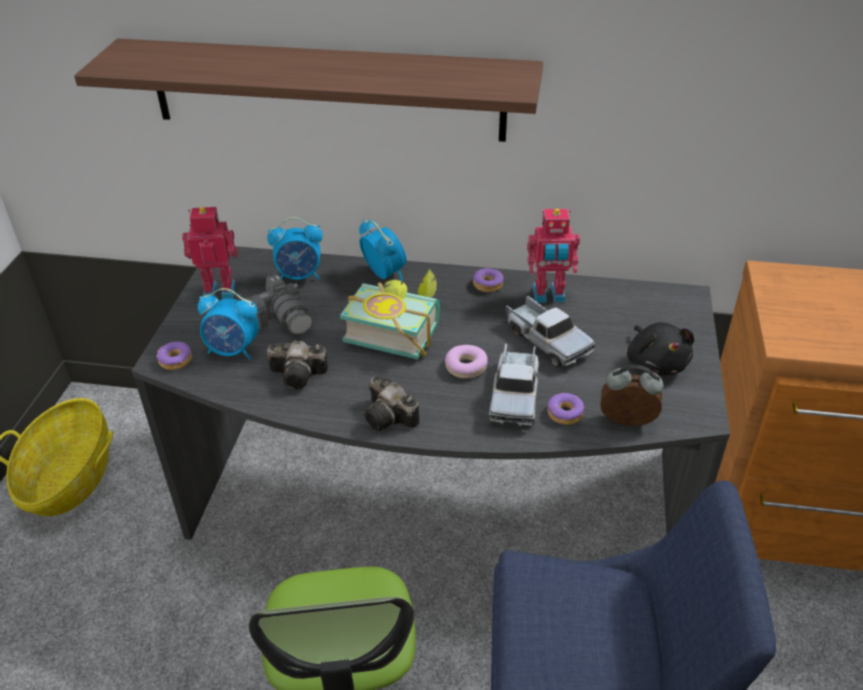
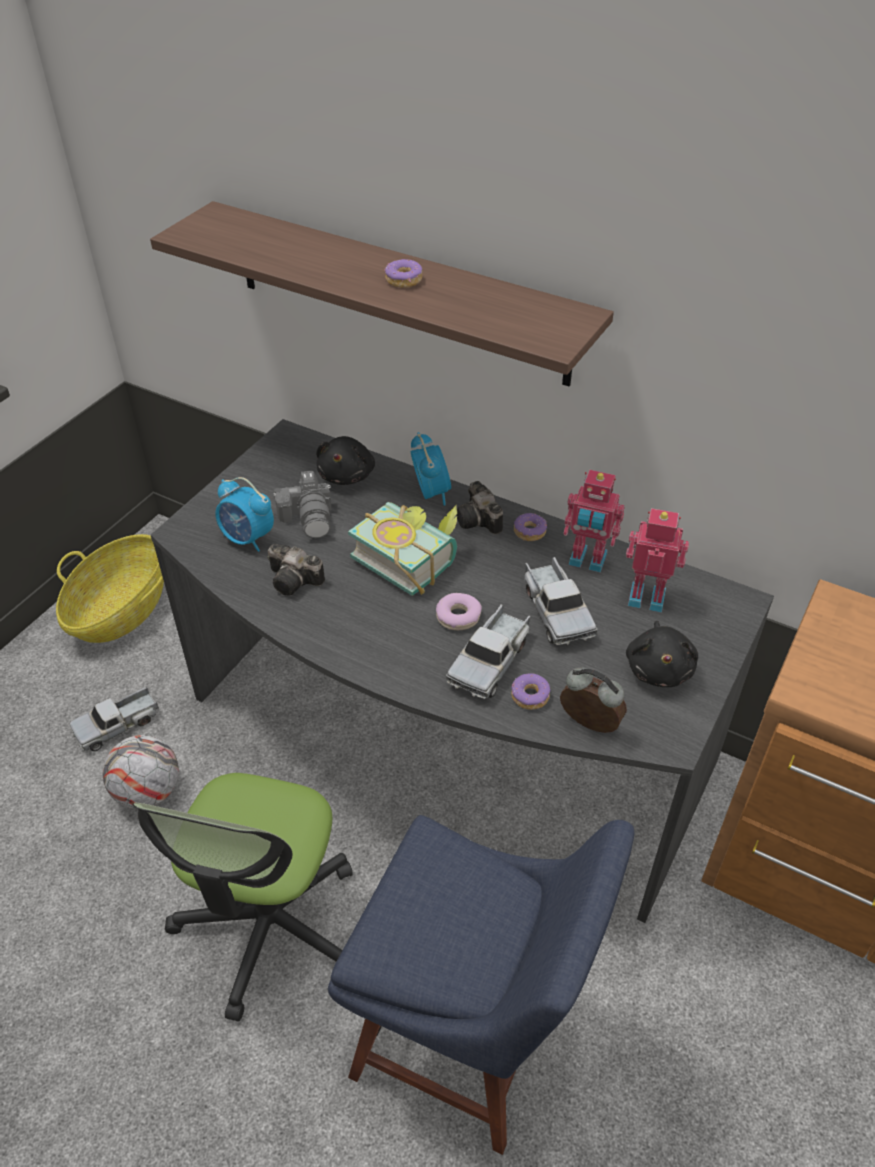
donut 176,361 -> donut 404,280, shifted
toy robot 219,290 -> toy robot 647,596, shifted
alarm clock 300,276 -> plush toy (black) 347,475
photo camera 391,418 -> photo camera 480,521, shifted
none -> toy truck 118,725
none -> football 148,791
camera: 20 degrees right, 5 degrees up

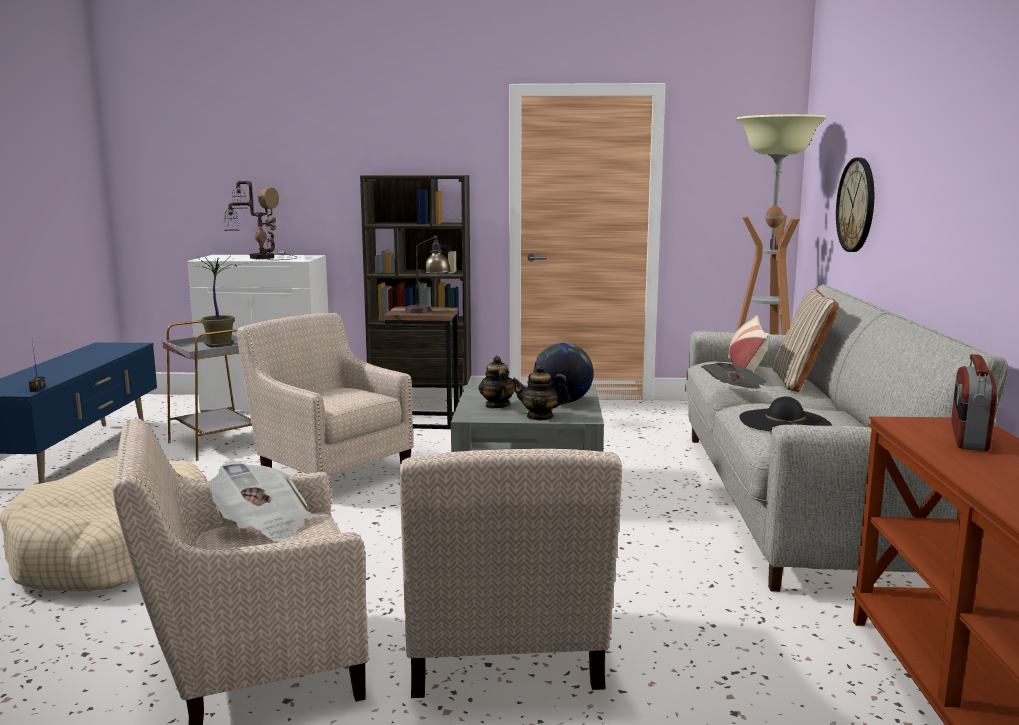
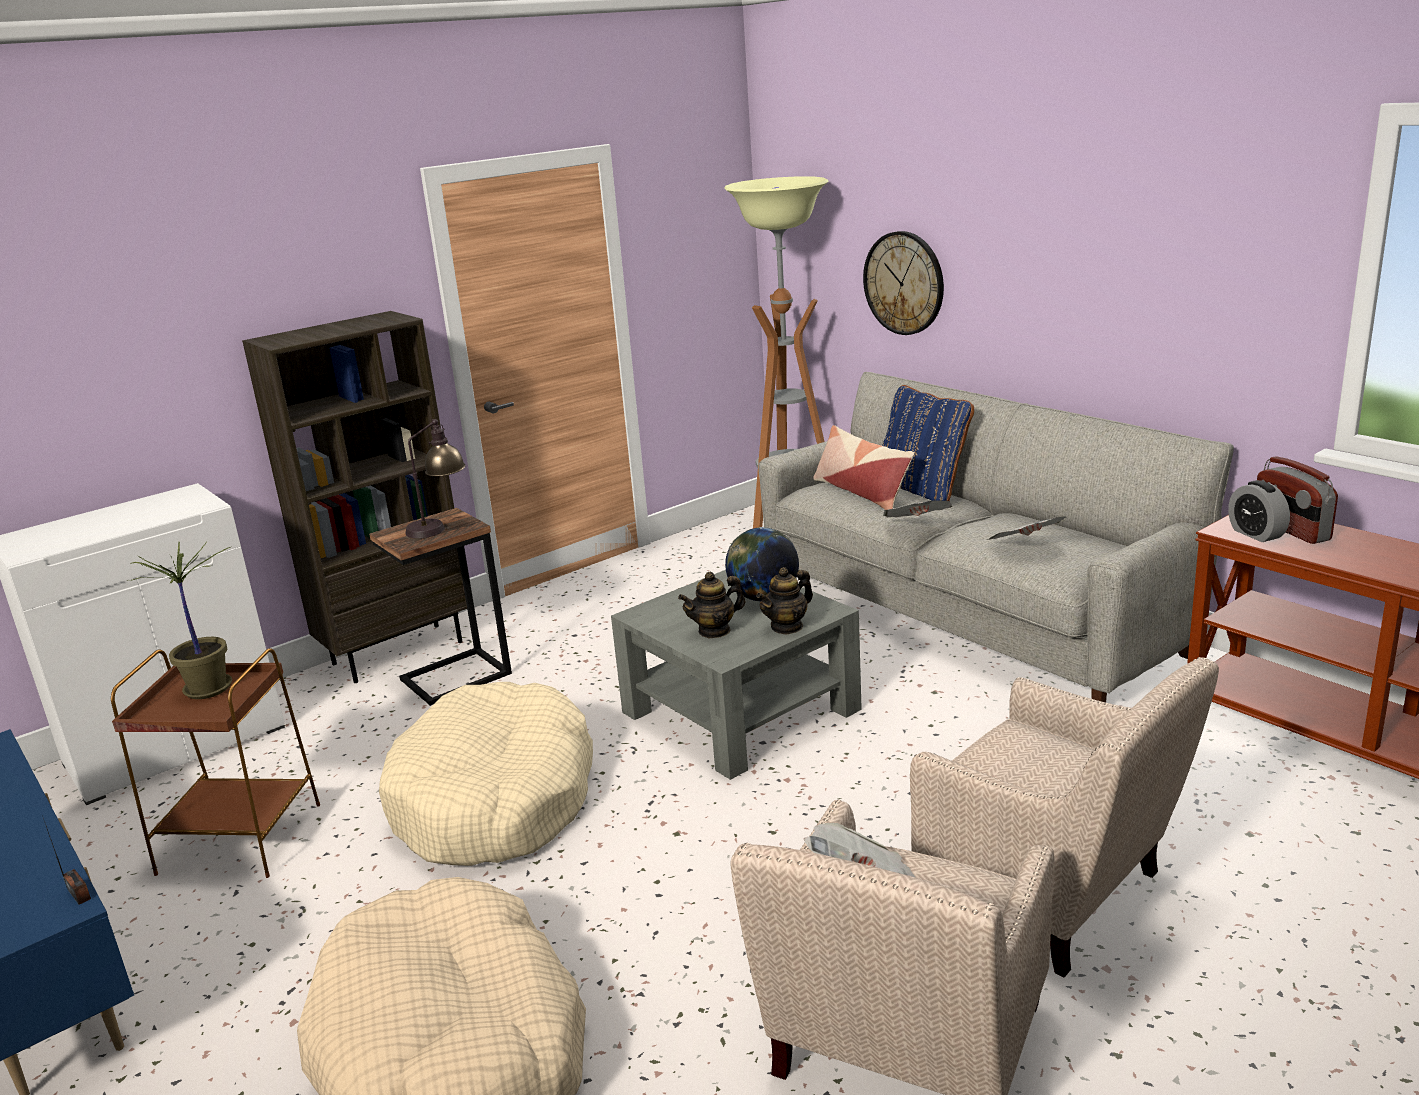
side table (grey) 218,443 -> side table (brown) 239,838
table lamp 260,258 -> none
armchair (beige) 331,473 -> dog bed (beige) 495,800
teapot 497,405 -> teapot 714,630, 60 degrees counterclockwise
hat (black) 784,422 -> newspaper 1025,547
pillow (beige) 800,382 -> pillow (blue) 922,490
none -> alarm clock 1256,534
camera: 40 degrees left, 10 degrees up

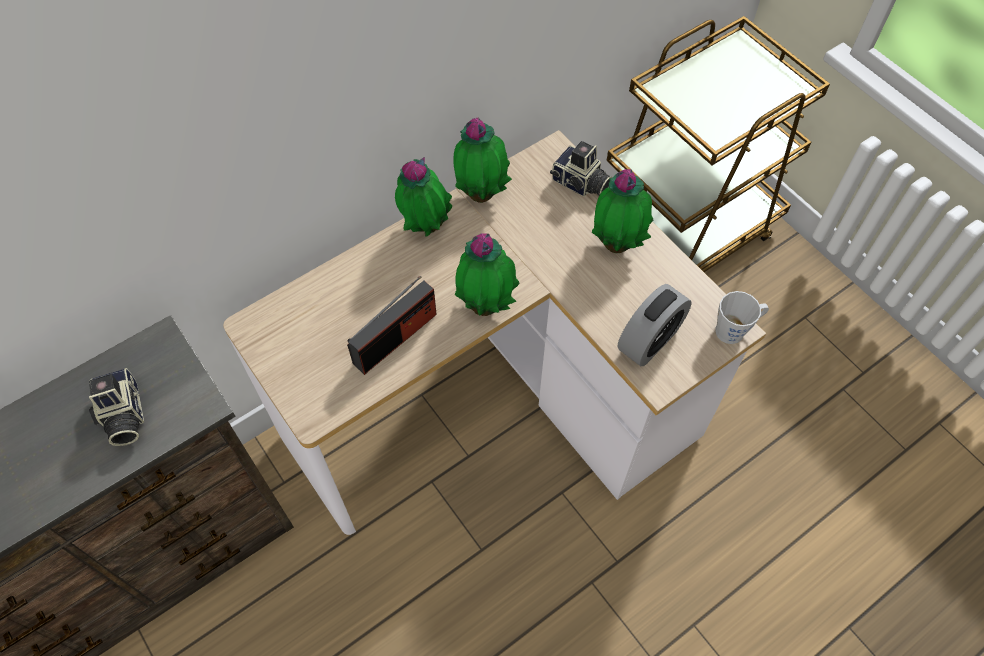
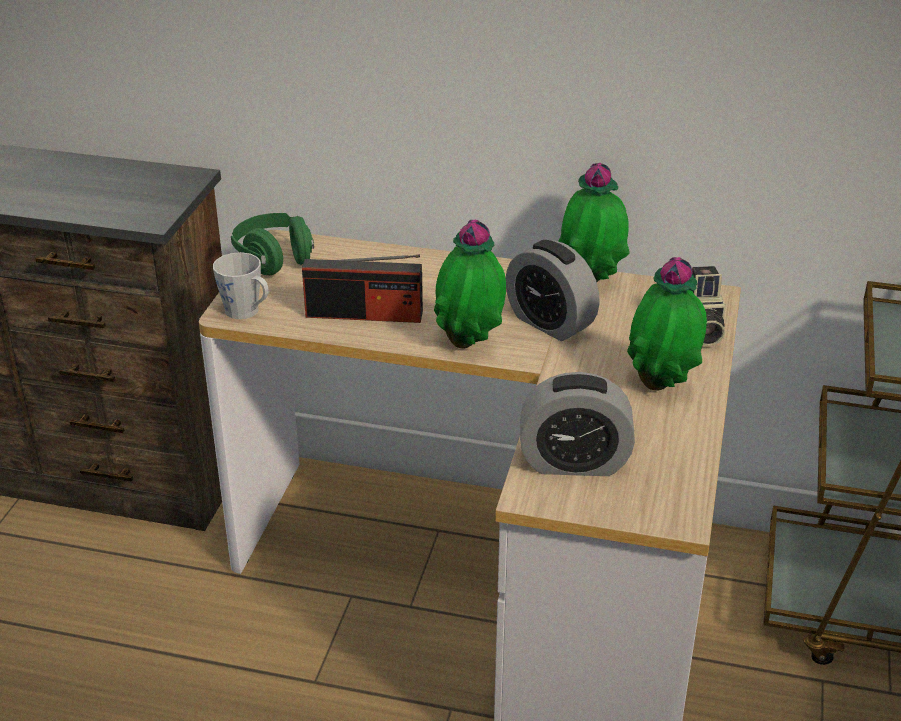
photo camera 122,416 -> none
potted plant 424,227 -> none
mug (grey) 735,330 -> mug (grey) 247,312, shifted
none -> headphones (green) 274,259
none -> alarm clock 550,323
camera: 50 degrees right, 25 degrees down

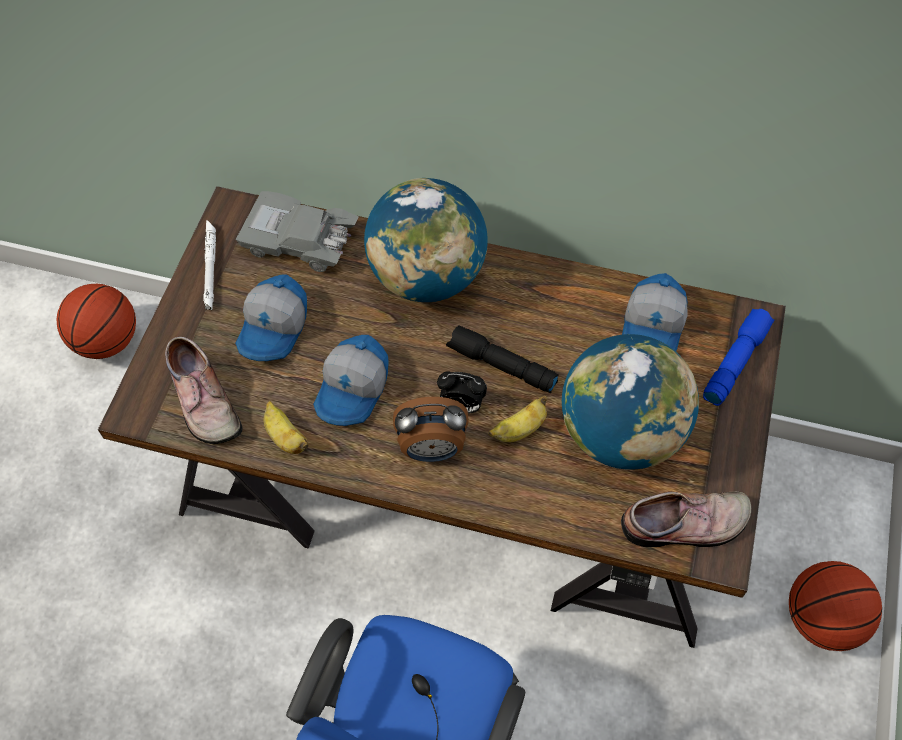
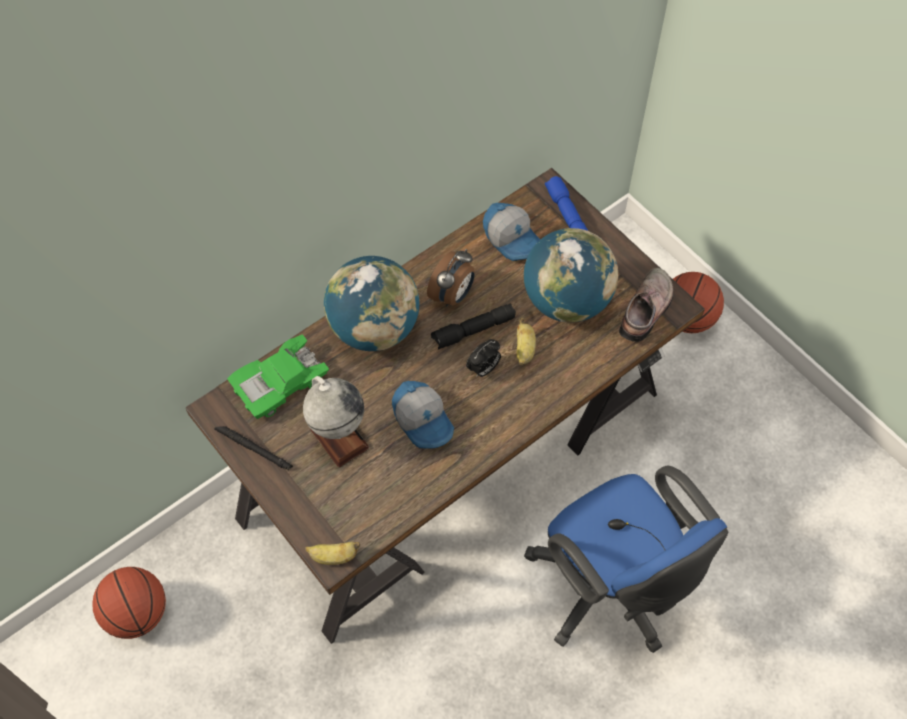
shoe 201,401 -> none
flashlight (white) 210,267 -> flashlight (black) 254,449
cap 275,328 -> globe 339,438
toy car (grey) 299,240 -> toy car (green) 280,383
banana 285,437 -> banana 333,557, shifted
alarm clock 432,449 -> alarm clock 453,295, shifted
camera: 55 degrees left, 0 degrees up

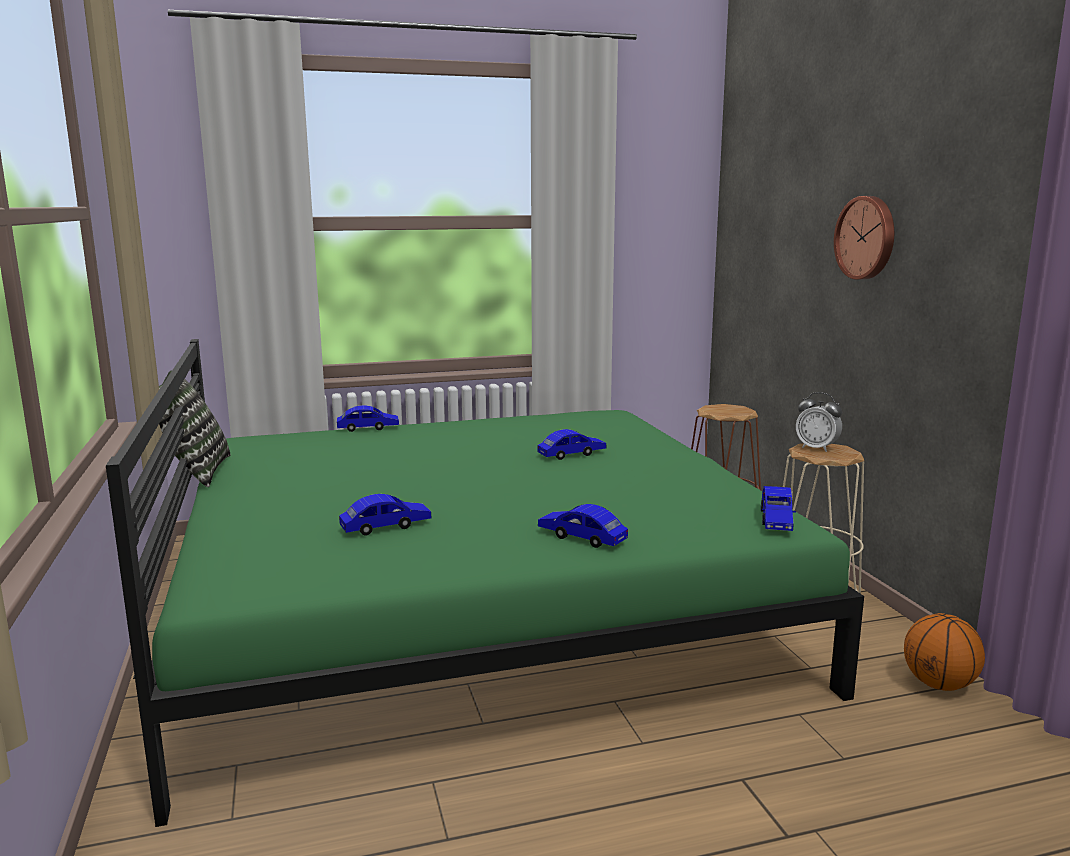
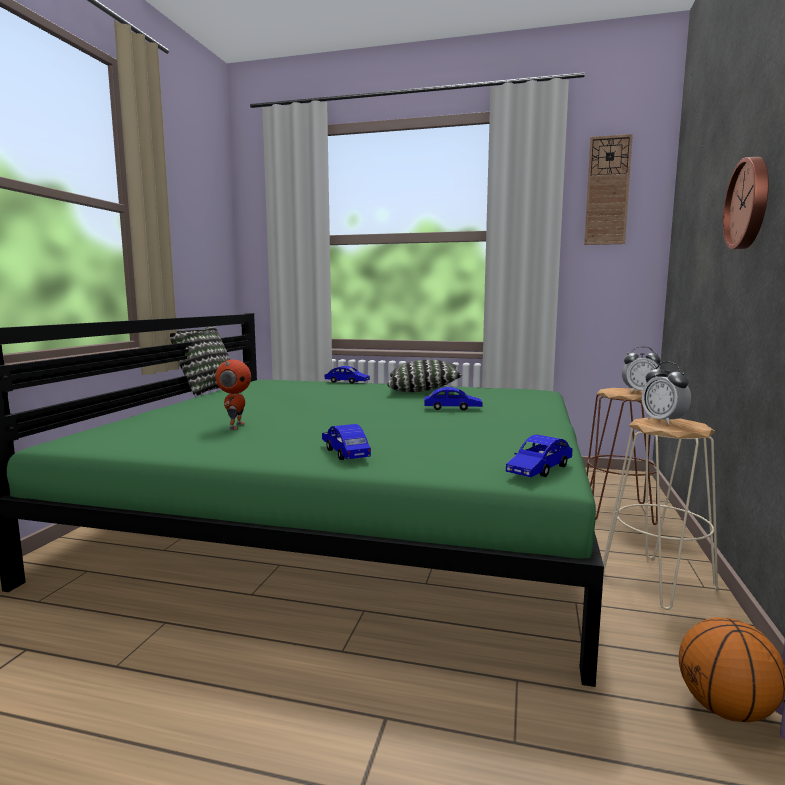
toy car (blue) 386,526 -> toy robot 235,426
none -> pillow 423,390
none -> wall clock 607,191
none -> alarm clock 639,391
camera: 30 degrees right, 5 degrees down

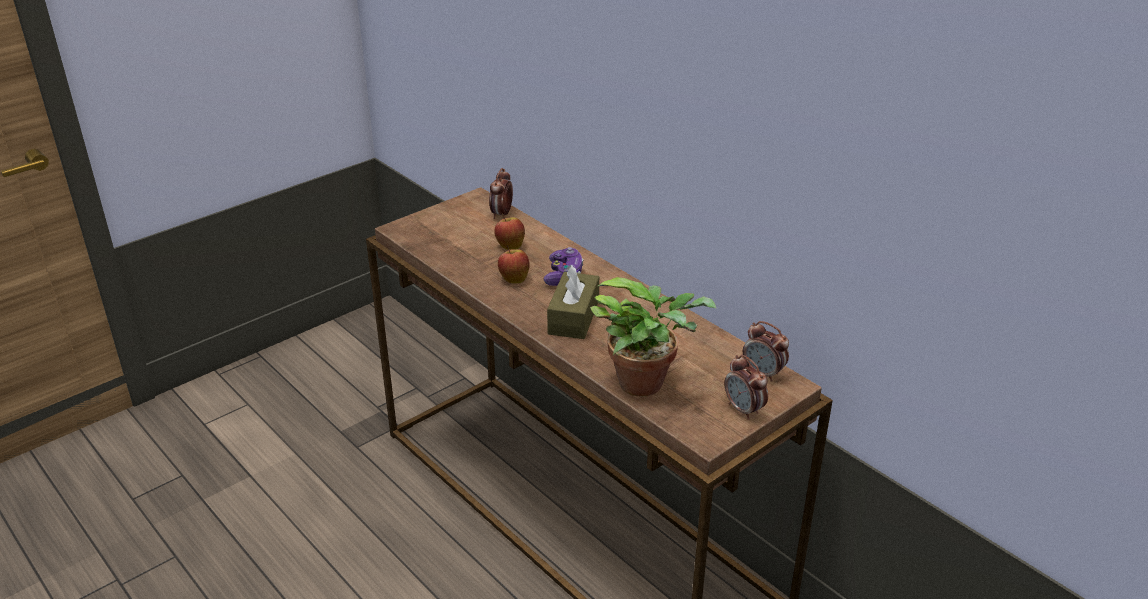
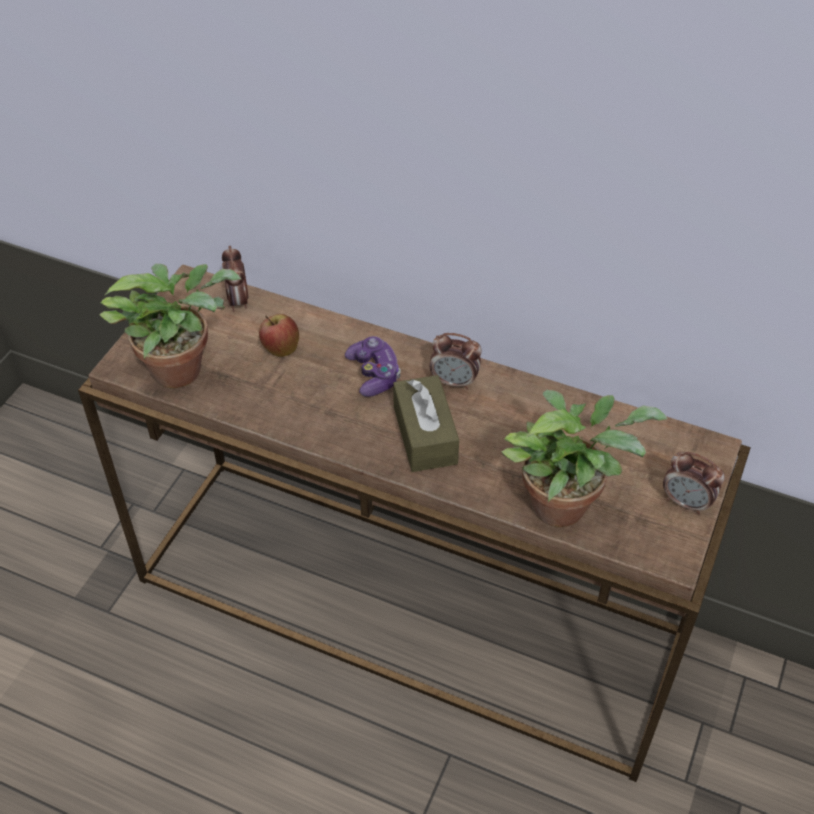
apple 514,279 -> none
alarm clock 763,373 -> alarm clock 454,382, shifted
none -> potted plant 183,368
camera: 25 degrees left, 15 degrees up

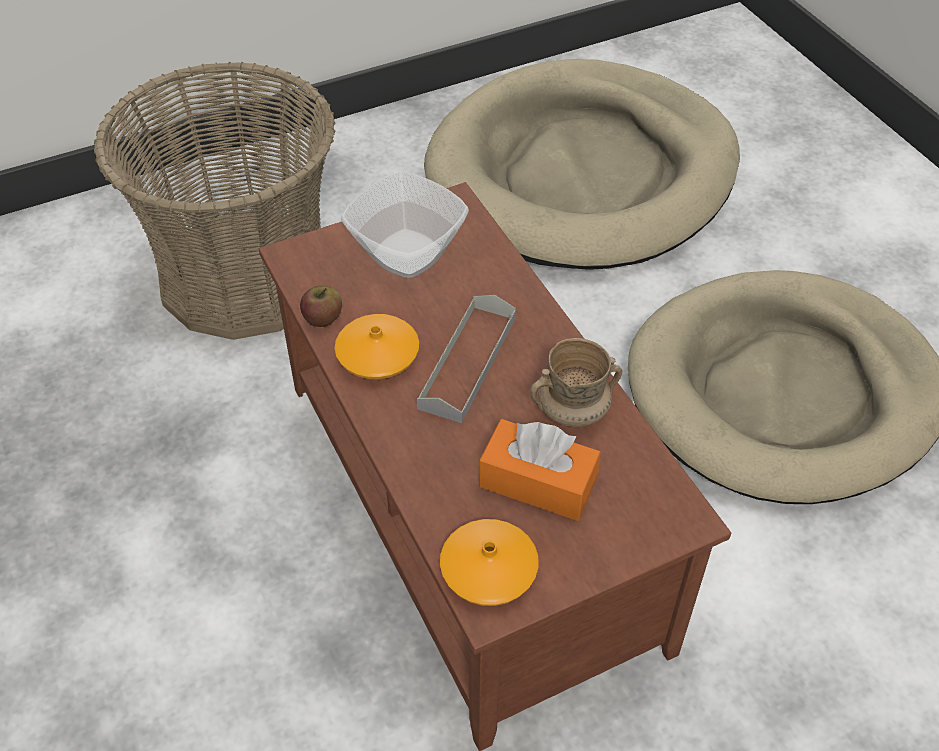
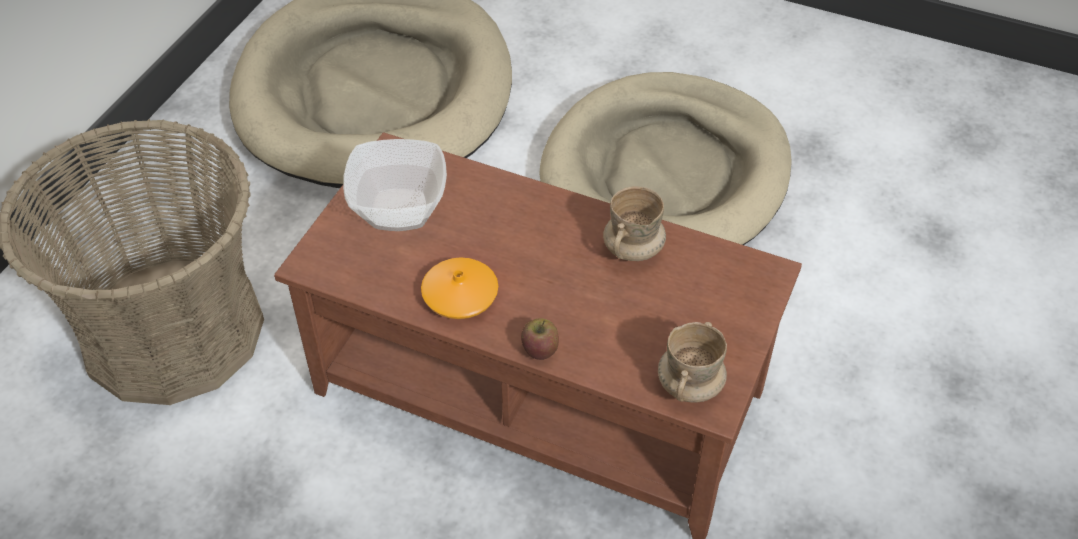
apple 323,318 -> apple 540,349, shifted
tray (grey) 468,362 -> none
vase (orange) 488,570 -> mug (beige) 689,385
tissue box (orange) 538,483 -> none
camera: 40 degrees left, 0 degrees up

